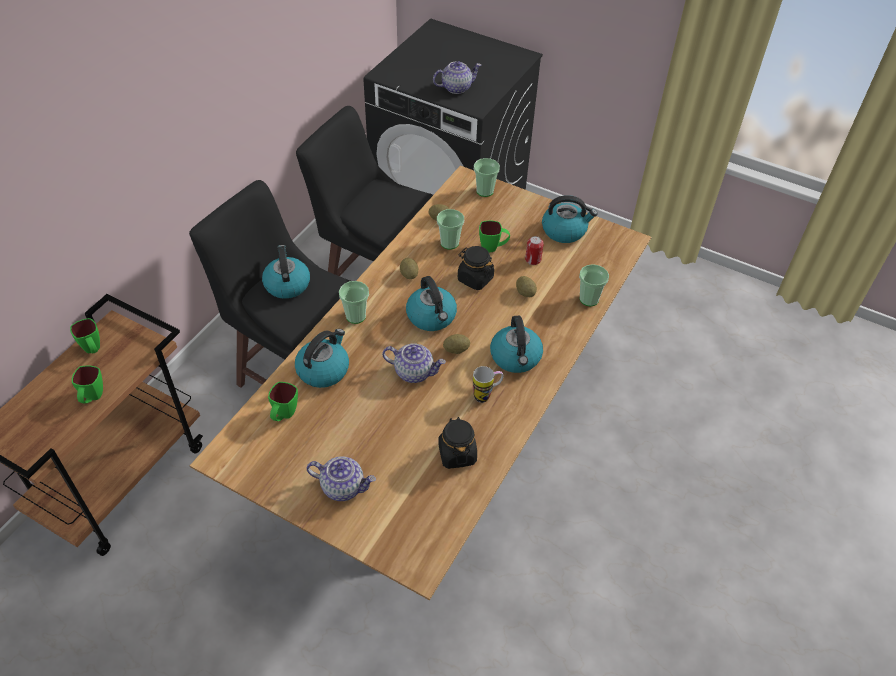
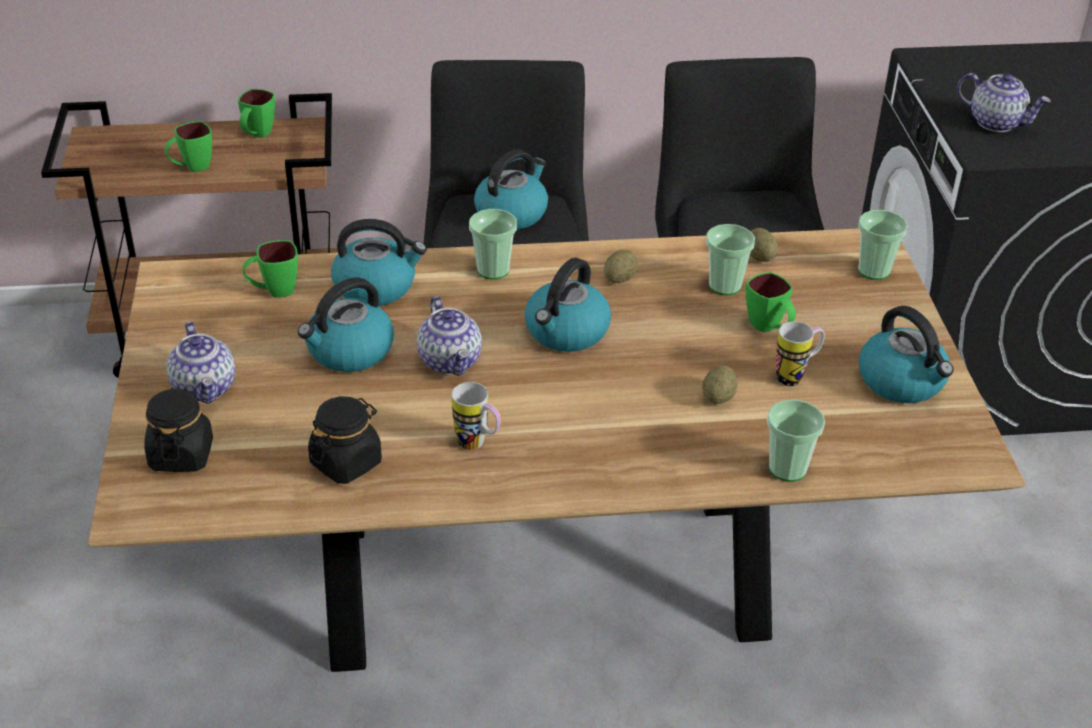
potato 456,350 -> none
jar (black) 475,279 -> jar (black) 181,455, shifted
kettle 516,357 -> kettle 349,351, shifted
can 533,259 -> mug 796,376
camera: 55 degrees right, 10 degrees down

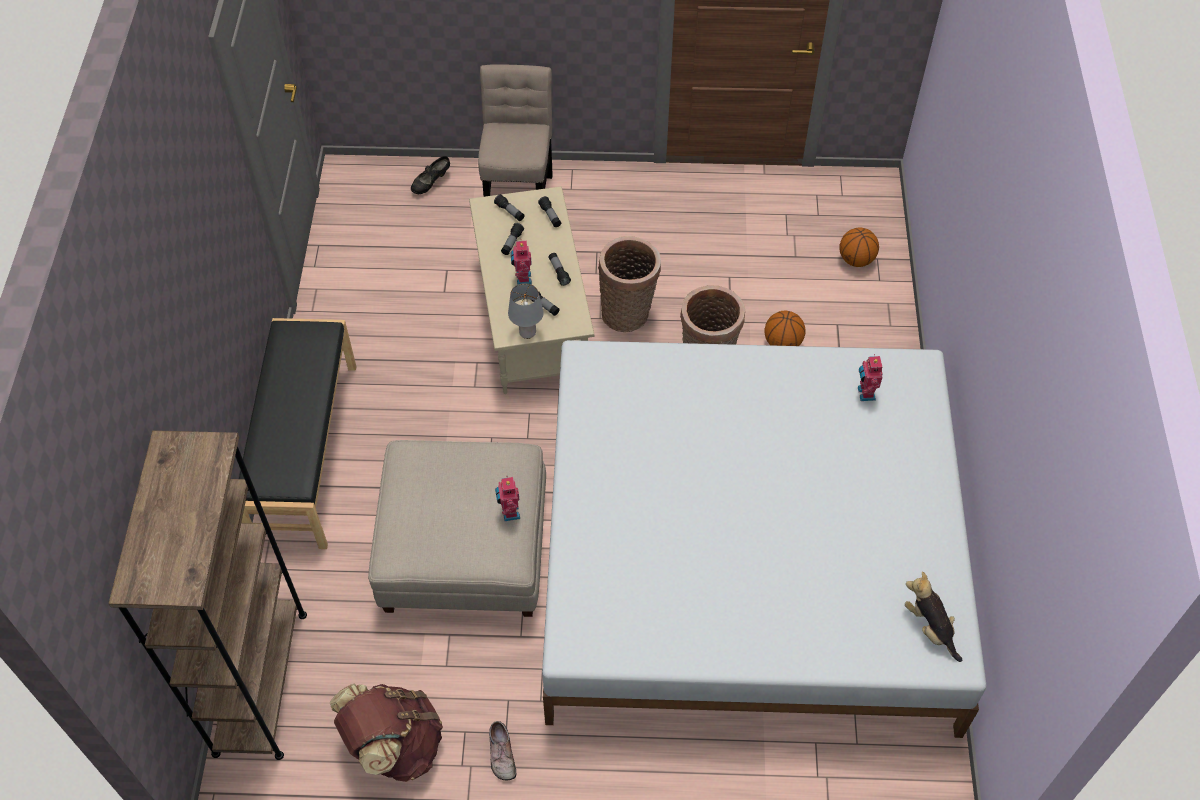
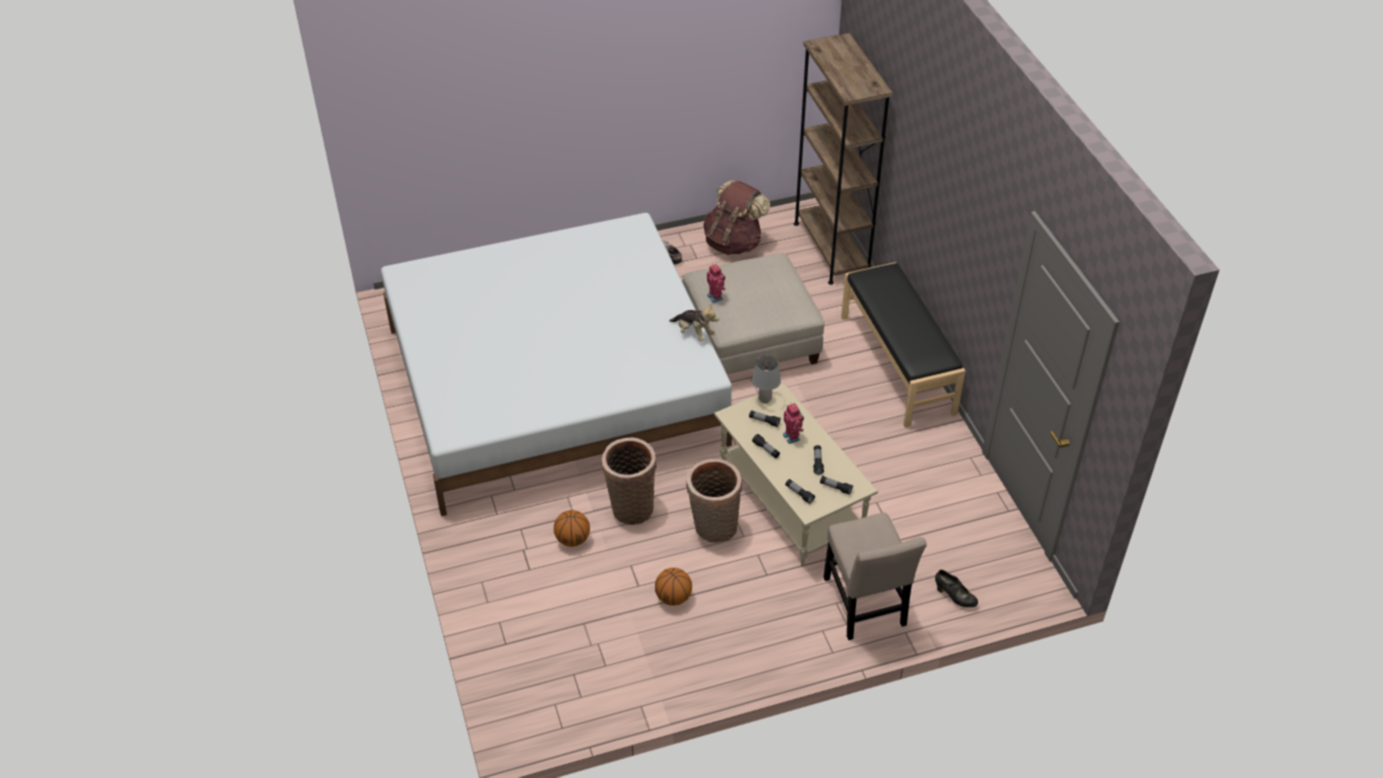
shoe (black) 431,183 -> shoe (black) 954,597, 105 degrees clockwise
basketball 856,260 -> basketball 673,598, shifted
toy robot 865,393 -> none
plush toy 930,627 -> plush toy 694,333, shifted
camera: 160 degrees right, 10 degrees down

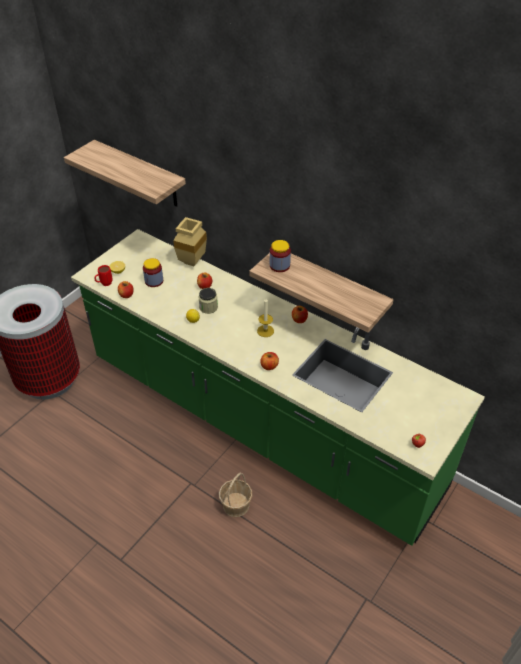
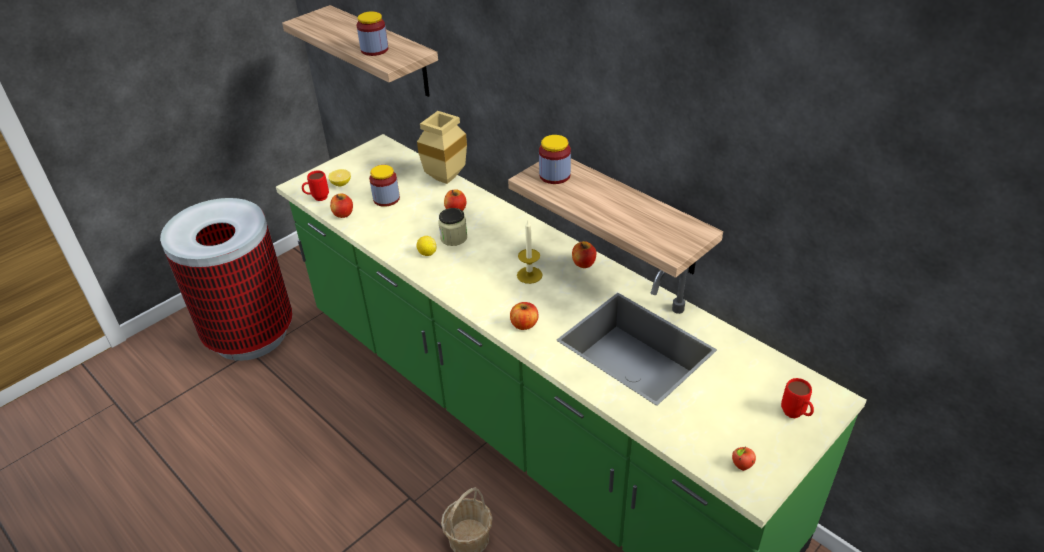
none -> jar 374,50
none -> mug (red) 795,415
camera: 10 degrees right, 5 degrees down

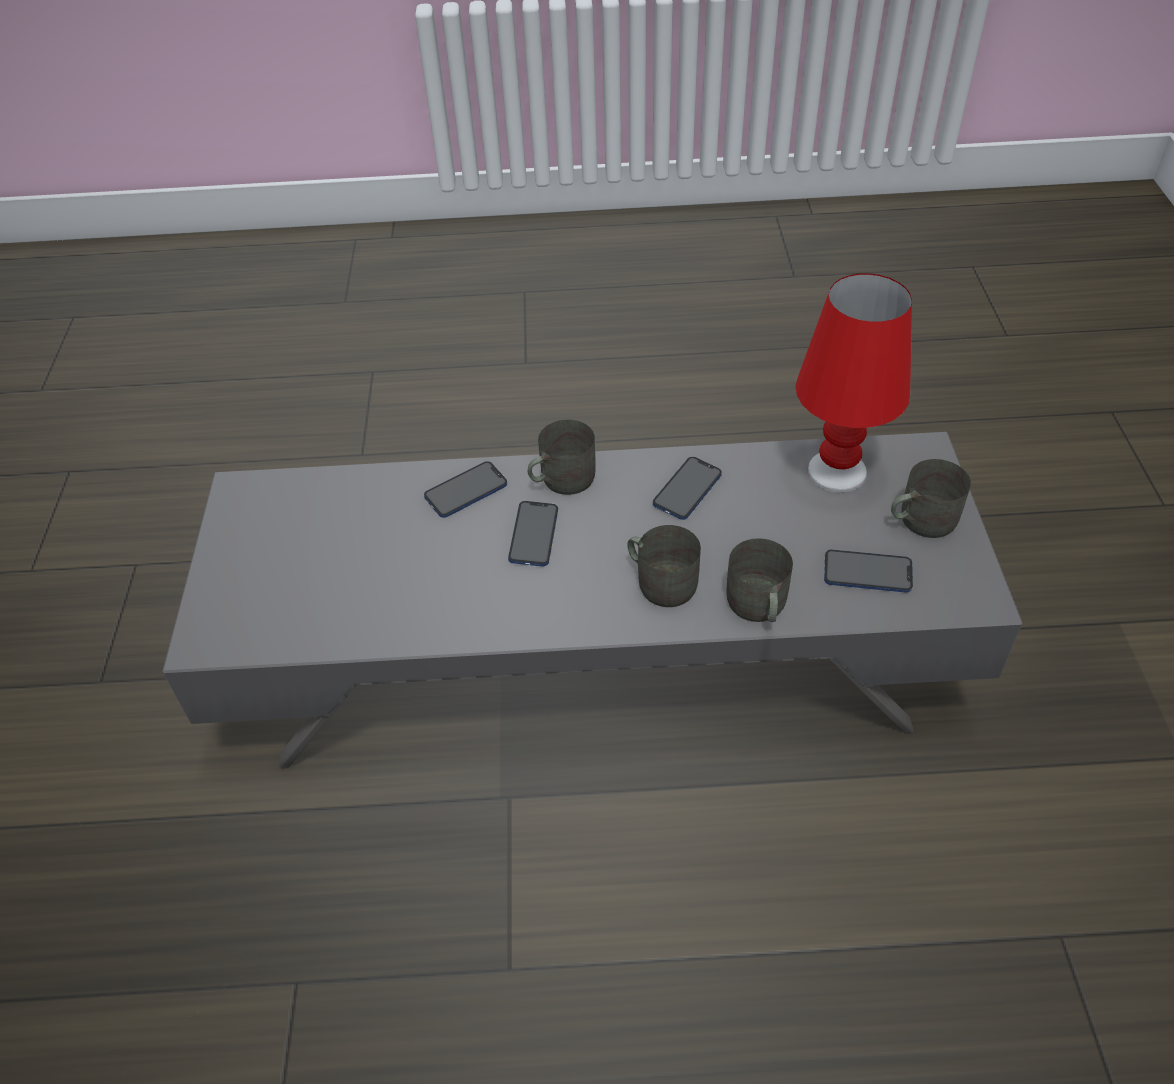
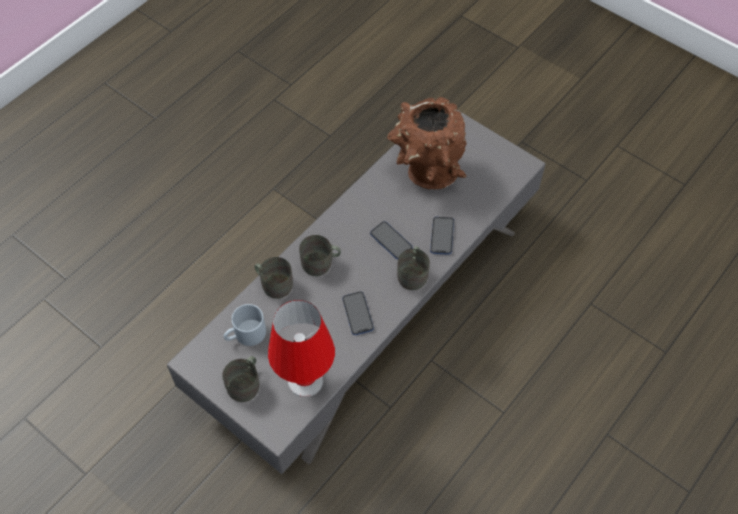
phone 867,573 -> mug (grey) 245,335
none -> vase (brown) 426,172
camera: 130 degrees right, 10 degrees up

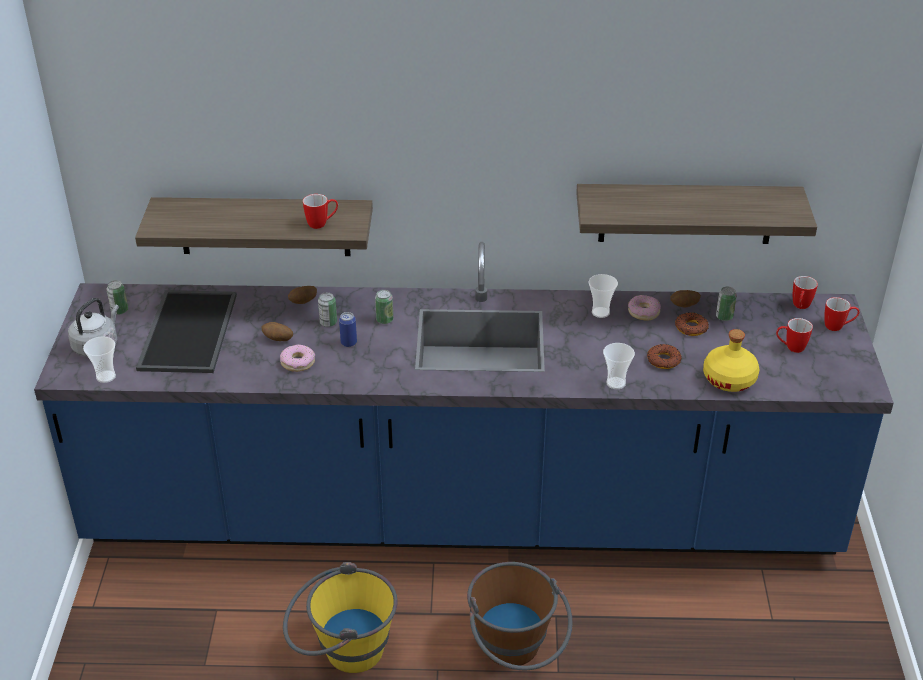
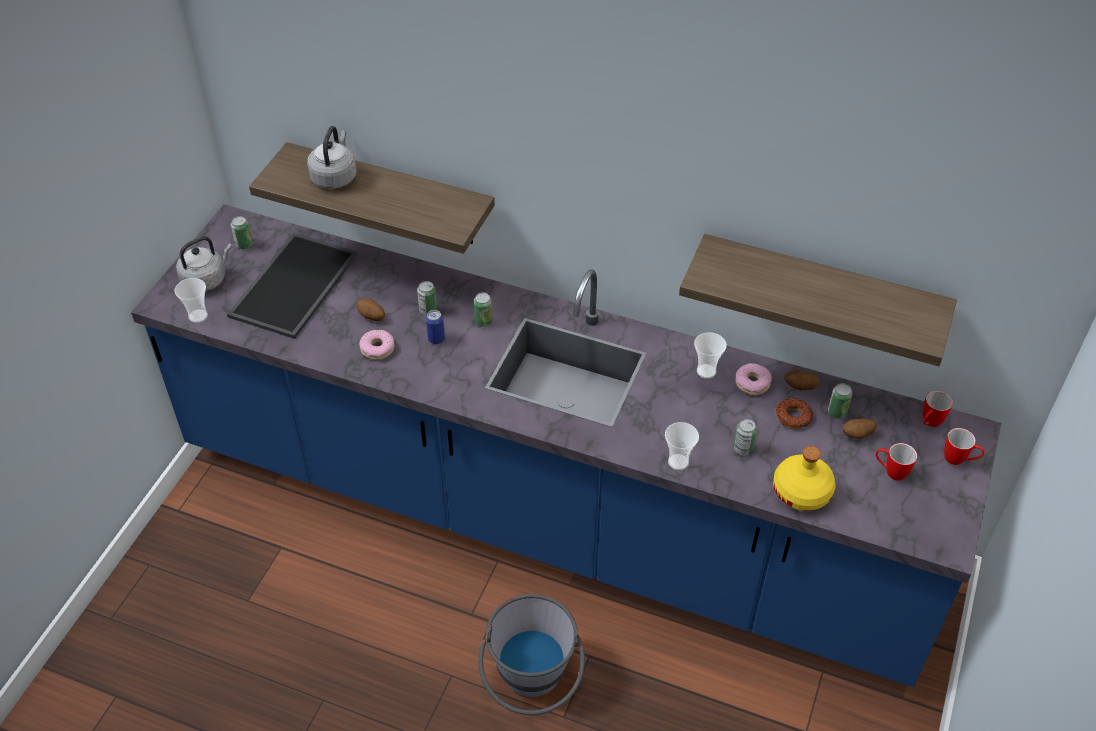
bucket (yellow) 342,651 -> none
potato 303,302 -> potato 857,435, shifted
mug 322,224 -> none
bucket (brown) 516,653 -> bucket (grey) 532,683
donut 663,360 -> can 742,448
none -> kettle (grey) 335,176
camera: 20 degrees right, 10 degrees up

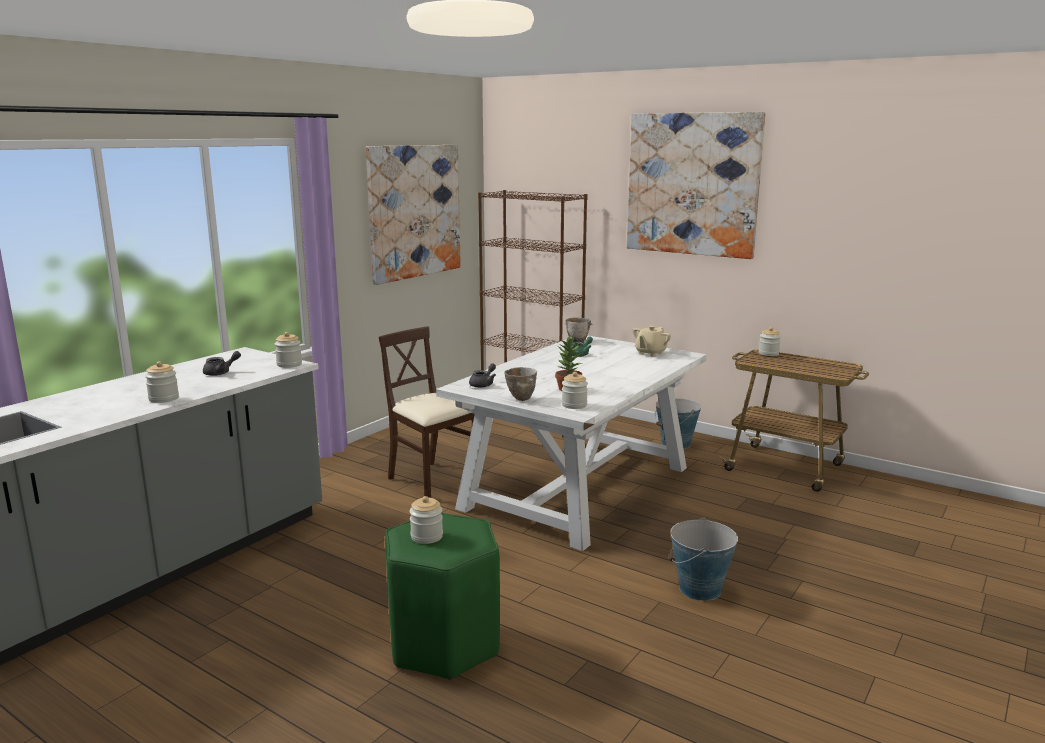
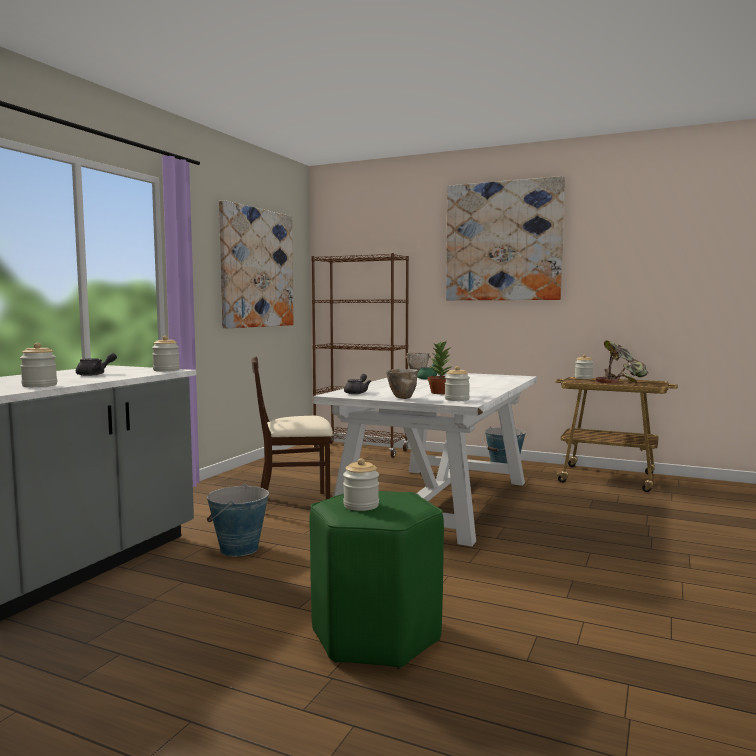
chair (beige) 432,480 -> chair (beige) 294,503, 45 degrees counterclockwise
teapot (beige) 650,353 -> none
bucket 700,589 -> bucket 239,549, shifted
none -> potted plant 622,382
camera: 10 degrees left, 10 degrees down

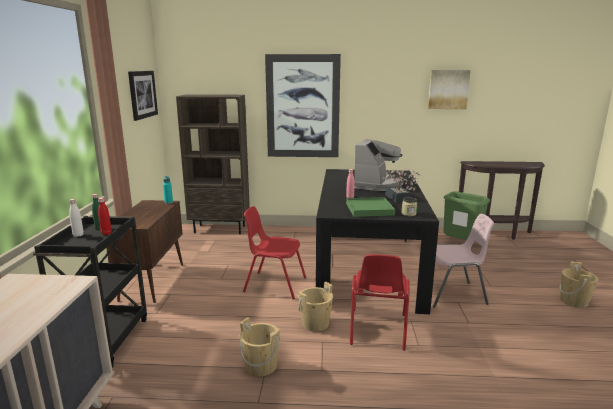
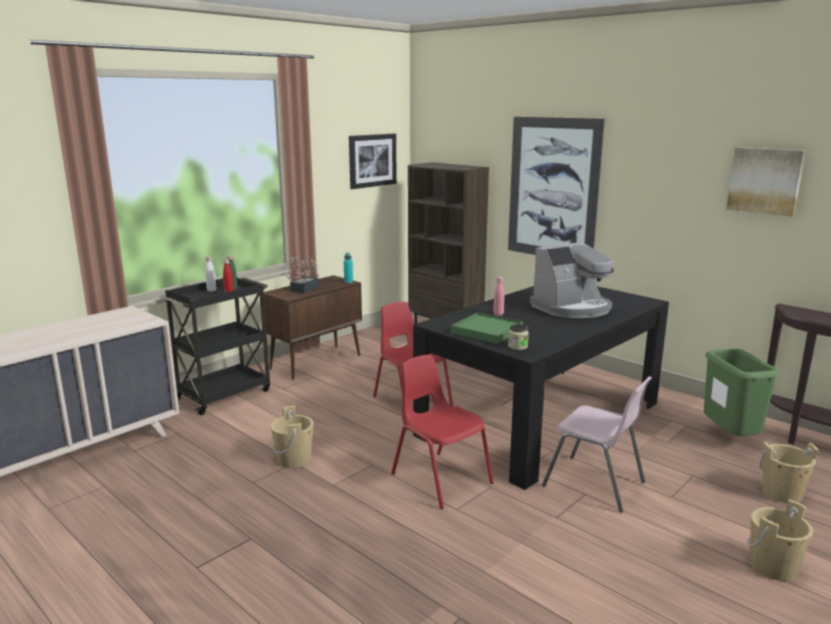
bucket (beige) 315,323 -> bucket (beige) 781,493, shifted
chair (red) 377,329 -> chair (red) 440,478, 90 degrees clockwise
potted plant 398,199 -> potted plant 302,290, shifted
camera: 40 degrees right, 0 degrees up

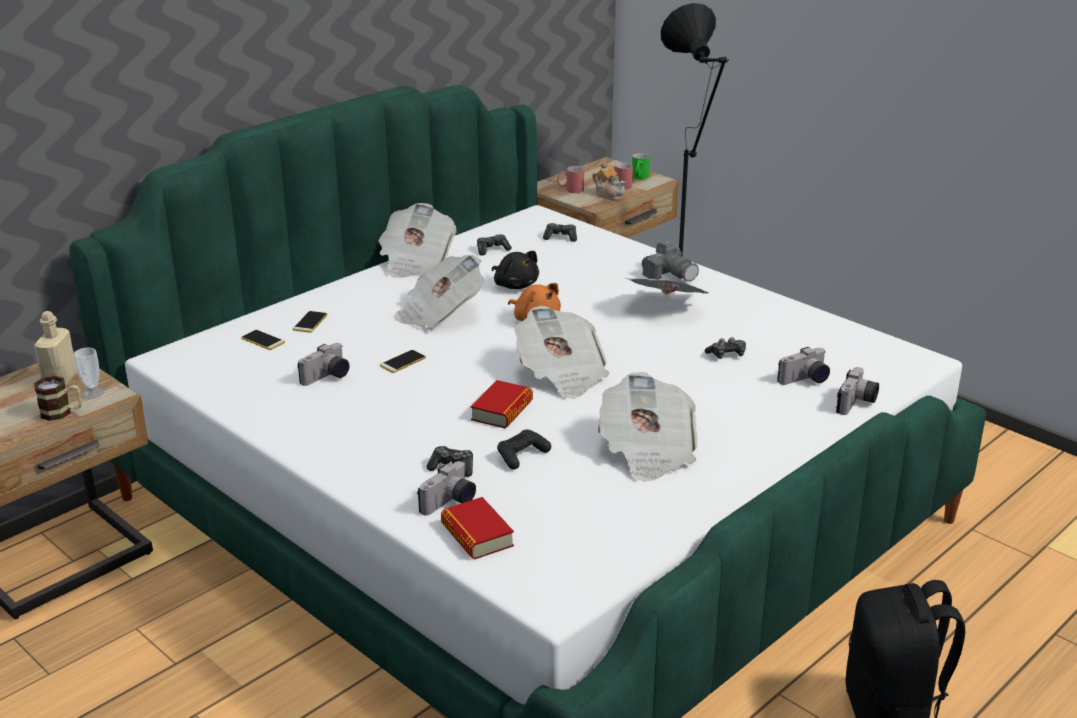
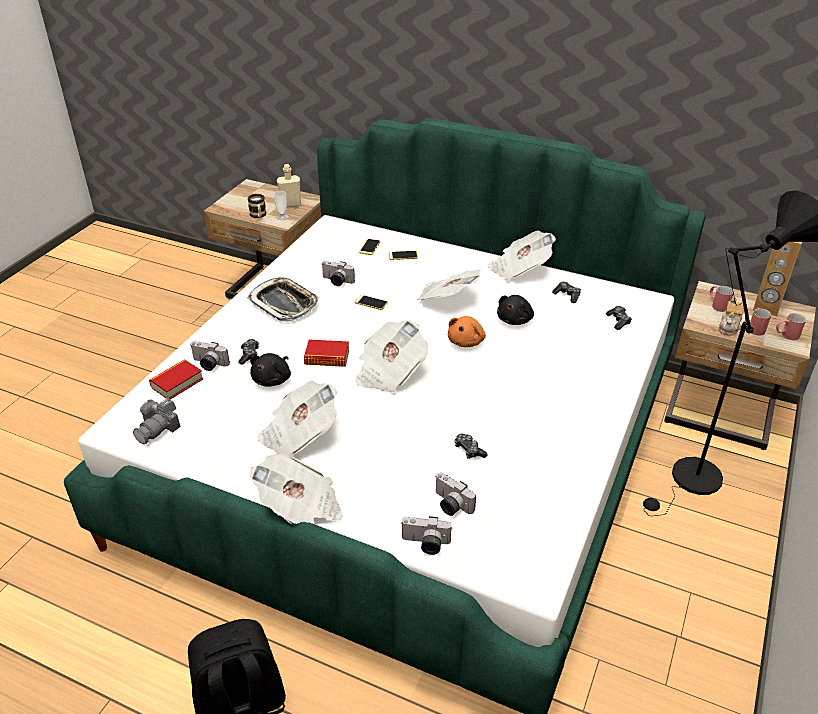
game controller (black) 522,455 -> plush toy (black) 273,379
newspaper 667,307 -> newspaper 300,506, shifted
mug (green) 639,178 -> mug (red) 786,335
photo camera 670,274 -> photo camera 158,428, shifted
none -> tray 284,303
none -> speaker (brown) 766,308
camera: 70 degrees right, 10 degrees up

